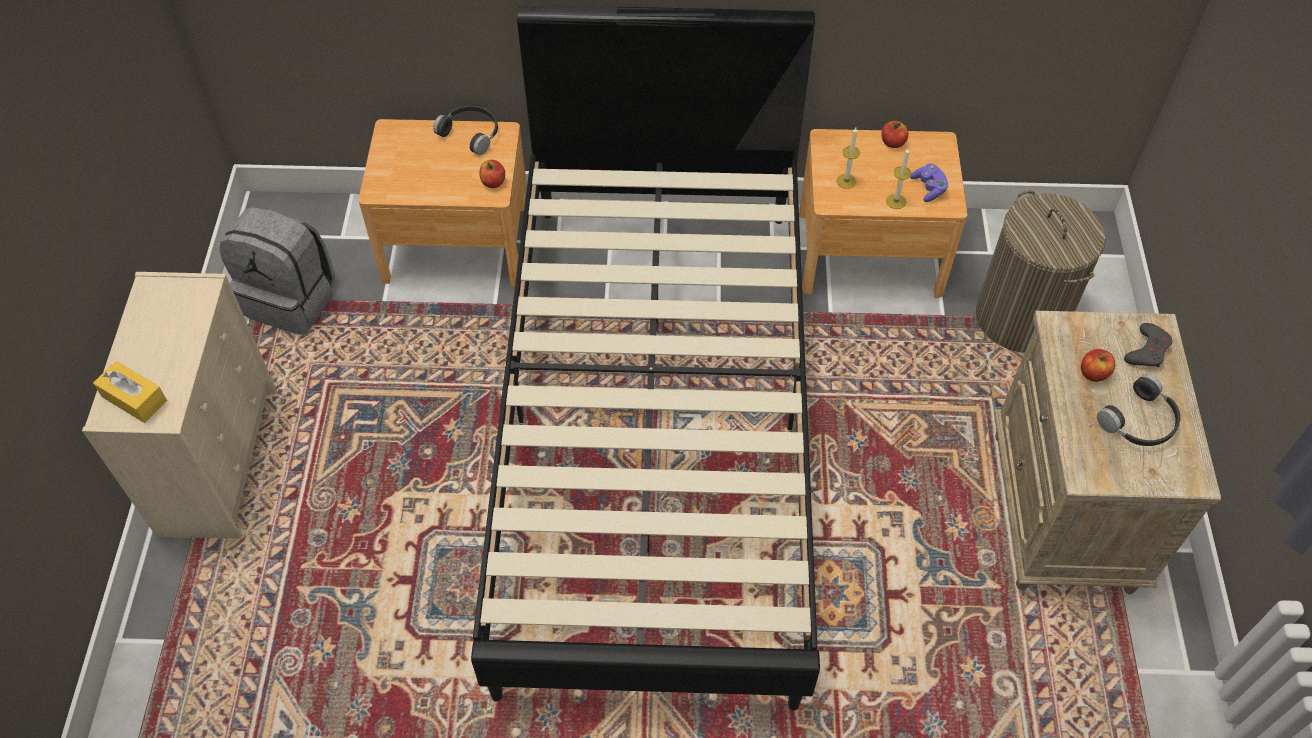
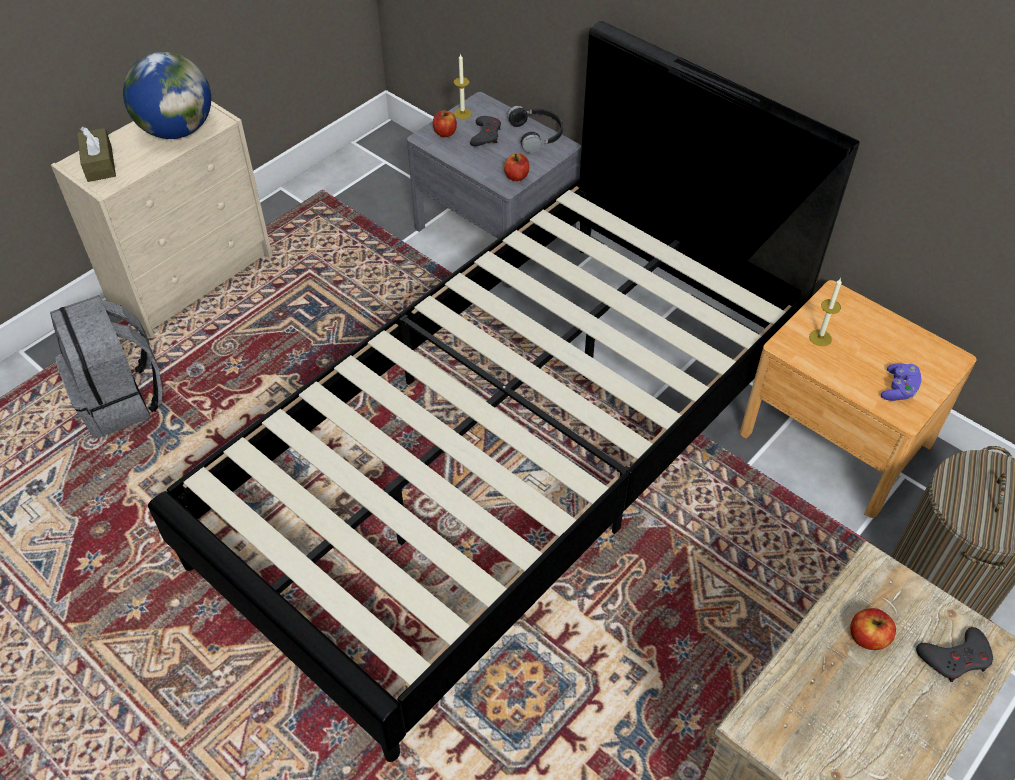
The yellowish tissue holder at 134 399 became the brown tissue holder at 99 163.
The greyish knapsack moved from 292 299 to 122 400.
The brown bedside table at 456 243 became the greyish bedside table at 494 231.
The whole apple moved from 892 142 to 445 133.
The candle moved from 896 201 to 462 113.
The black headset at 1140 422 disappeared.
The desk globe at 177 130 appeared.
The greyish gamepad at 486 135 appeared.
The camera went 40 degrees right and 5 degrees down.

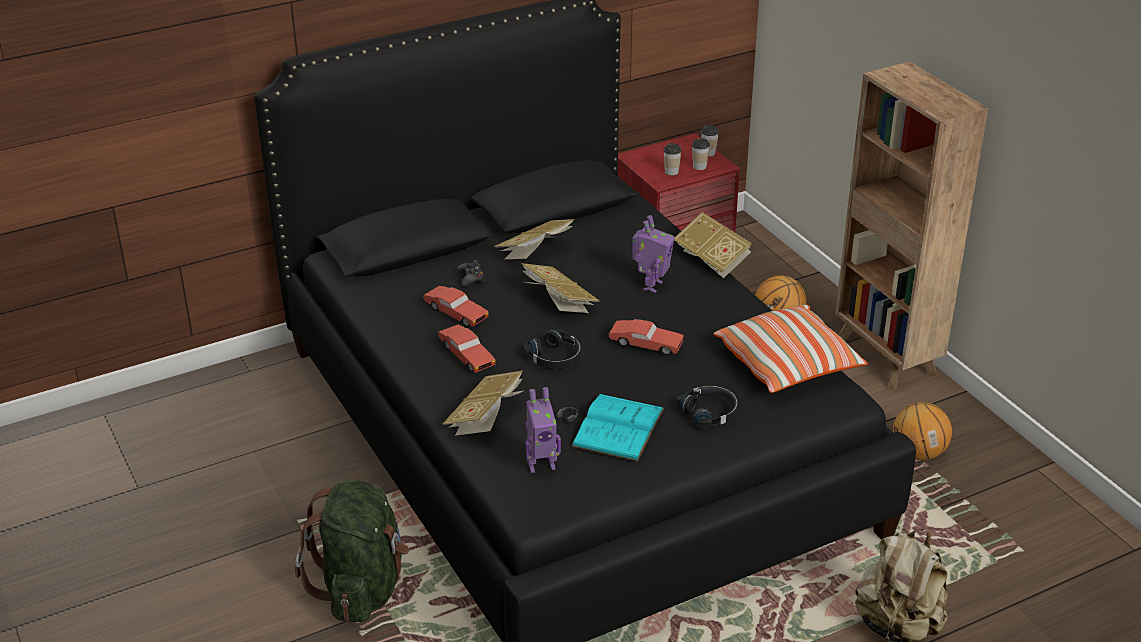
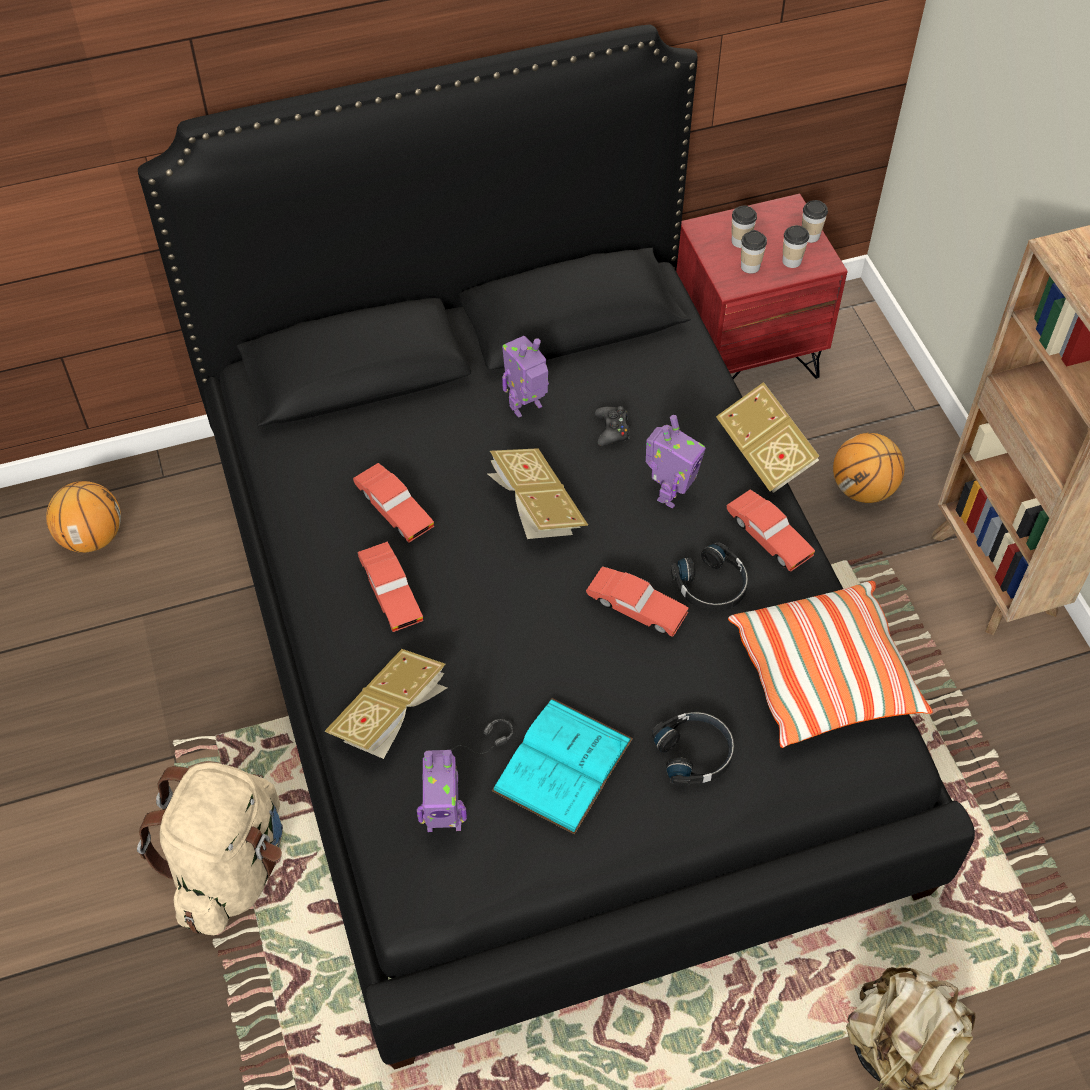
The green-coloured knapsack at 361 588 became the sand-coloured knapsack at 230 868.
The black gamepad moved from 471 278 to 612 430.
The volume at 536 253 was replaced by the toy robot at 527 408.
The black headset moved from 555 357 to 712 586.
The basketball moved from 918 453 to 92 537.
The red-coloured toy car at 768 537 appeared.
The drinking cup at 740 241 appeared.
The camera went 10 degrees right and 20 degrees up.

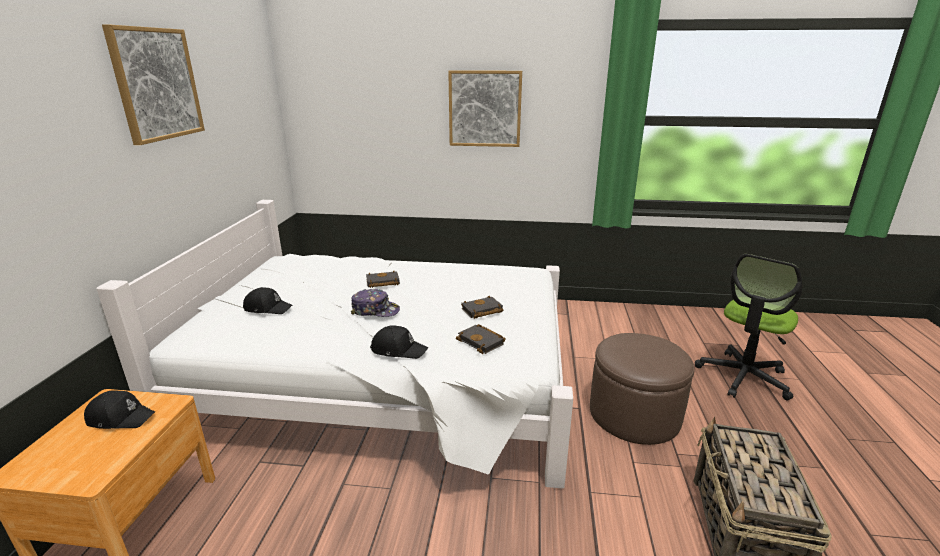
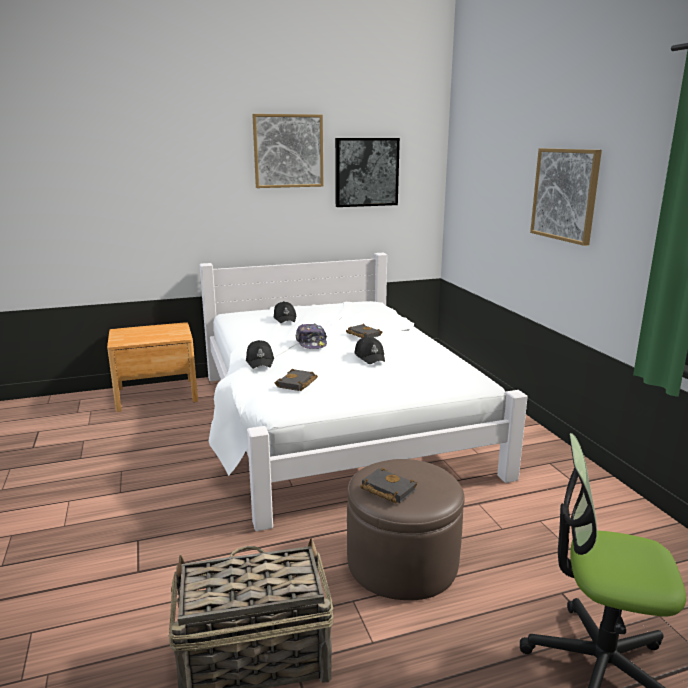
The black cap moved from 121 417 to 370 357.
The black volume moved from 481 311 to 386 490.
The wall picture at 366 172 appeared.
The camera went 65 degrees right and 5 degrees down.

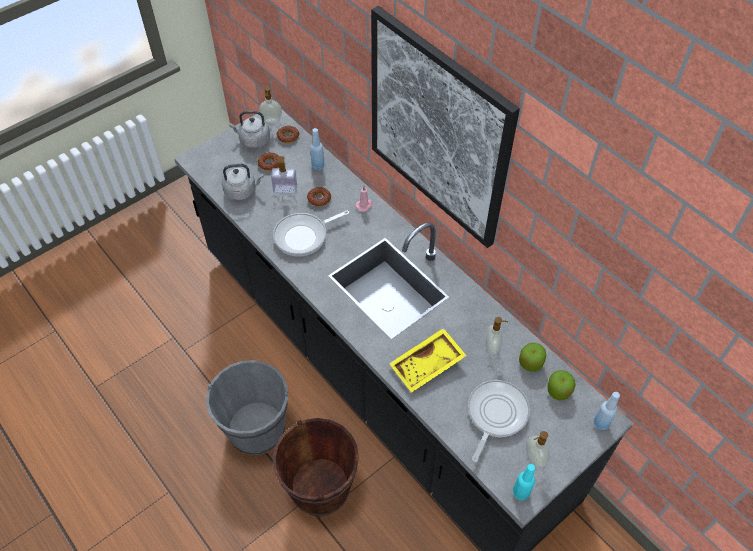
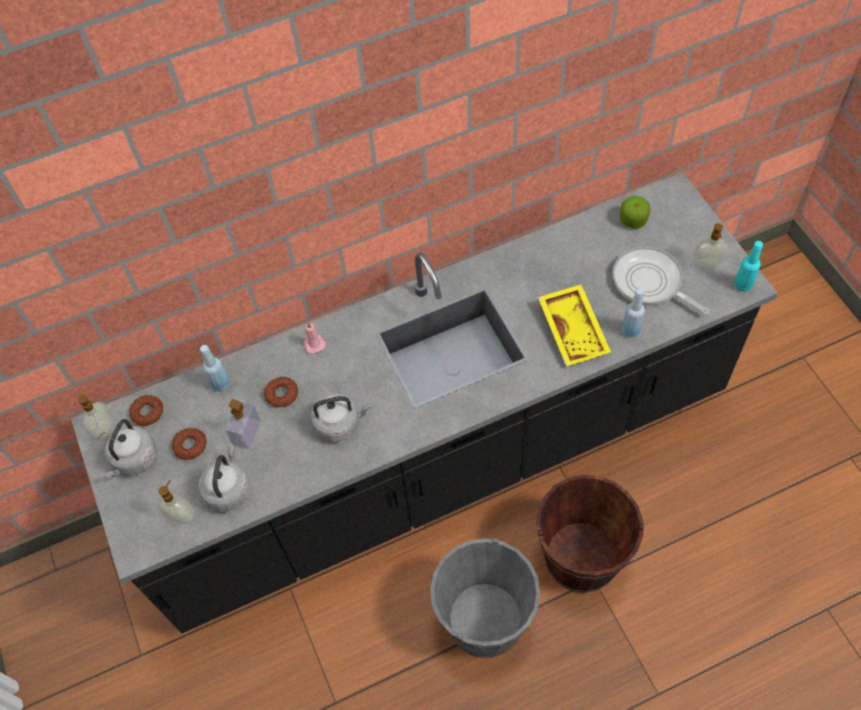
The pan at 304 236 was replaced by the greyish tea kettle at 340 424.
The wall picture at 438 129 disappeared.
The soap dispenser moved from 492 347 to 182 515.
The whole apple at 530 363 disappeared.
The blue-coloured bottle moved from 601 423 to 630 330.
The camera went 70 degrees left and 5 degrees up.

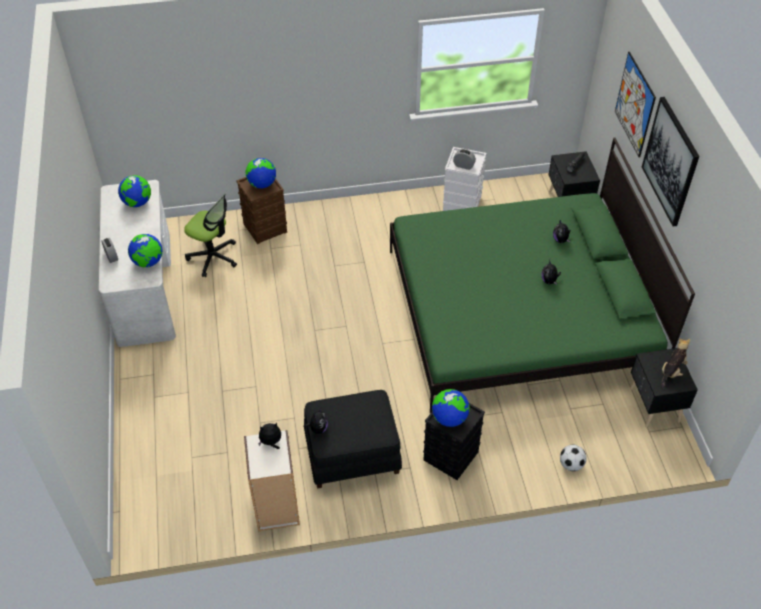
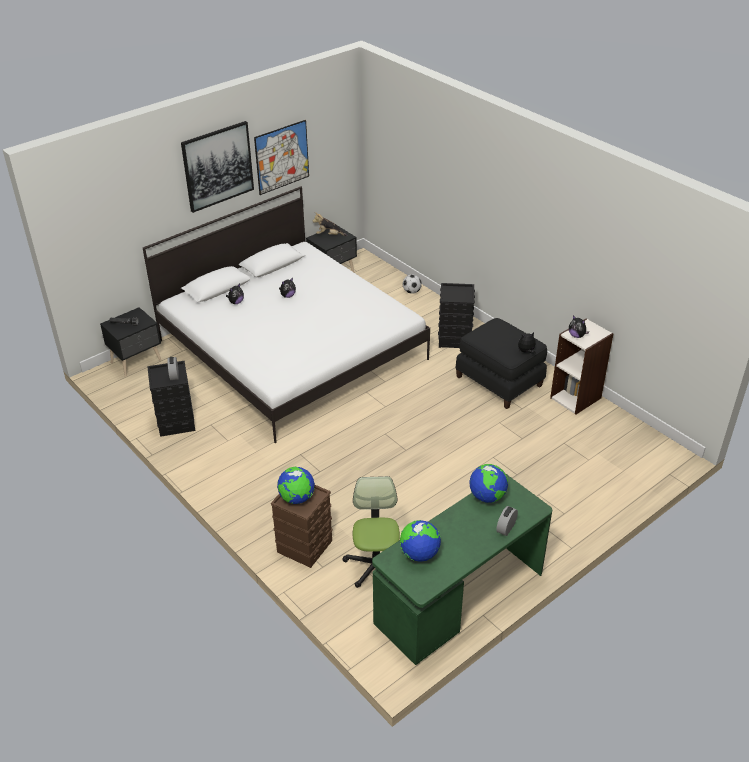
The whitish desk at 144 288 became the green-coloured desk at 460 597.
The green-coloured bedroom bed at 519 312 became the whitish bedroom bed at 292 349.
The desk globe at 449 418 disappeared.
The whitish storage container at 461 204 became the black storage container at 176 422.
The wall picture moved from 634 104 to 282 157.
The camera went 120 degrees left and 10 degrees down.

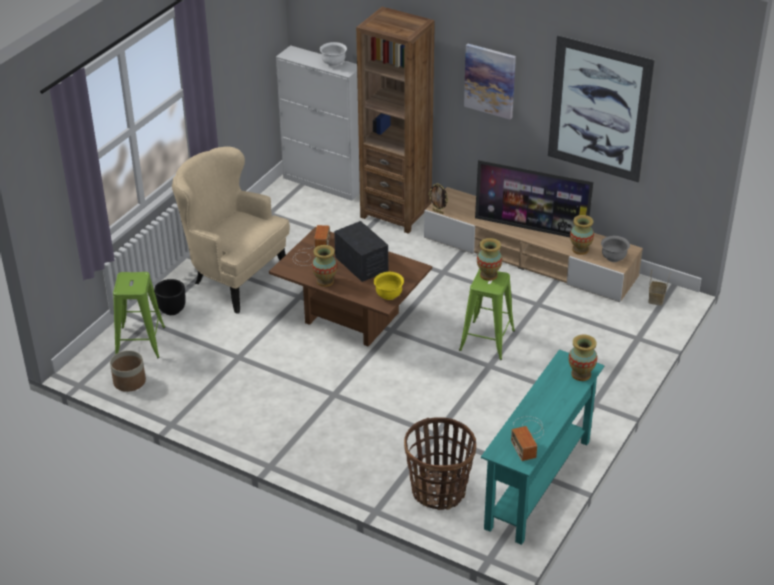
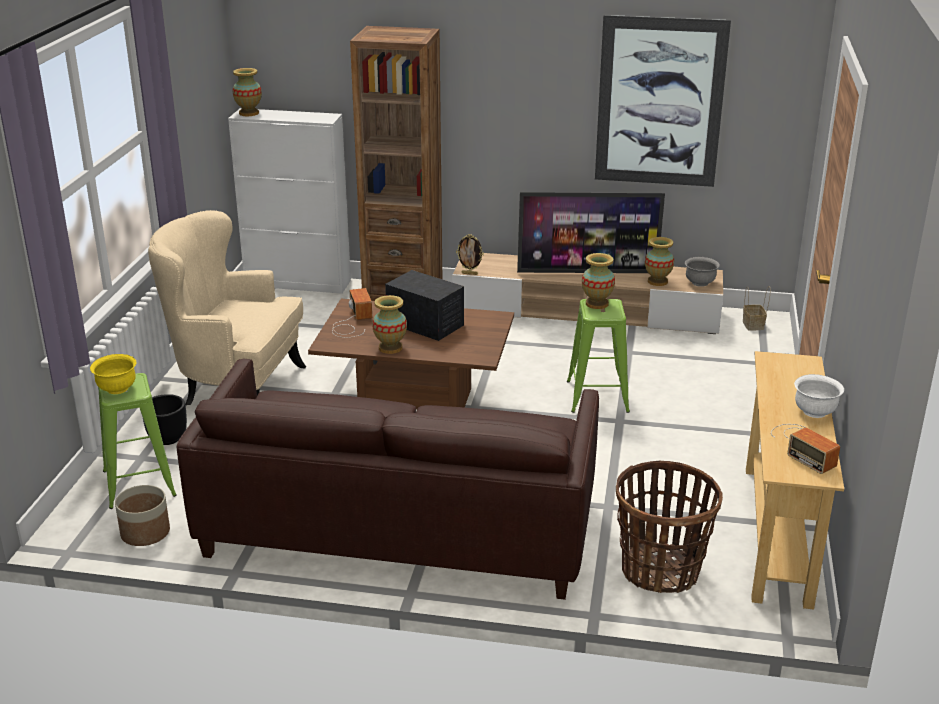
The whitish deep dish moved from 333 63 to 815 412.
The yellowish deep dish moved from 388 295 to 117 389.
The wall picture at 490 80 disappeared.
The turquoise-coloured hall table at 539 484 became the sand-coloured hall table at 778 533.
The flower vase moved from 581 374 to 249 113.
The brown sofa at 398 526 appeared.
The camera went 20 degrees left and 10 degrees down.

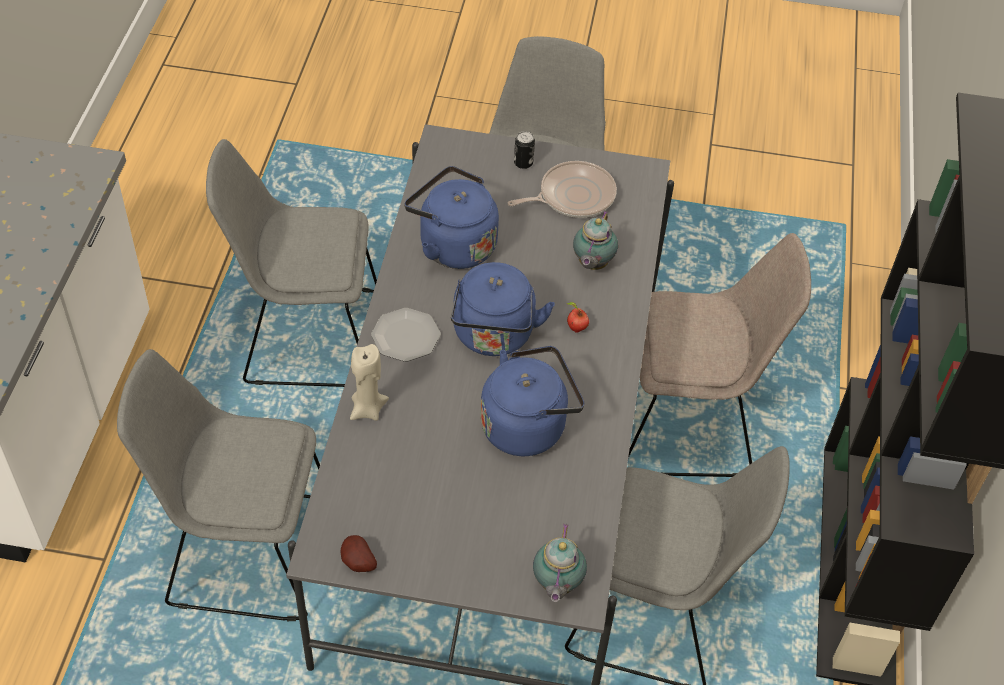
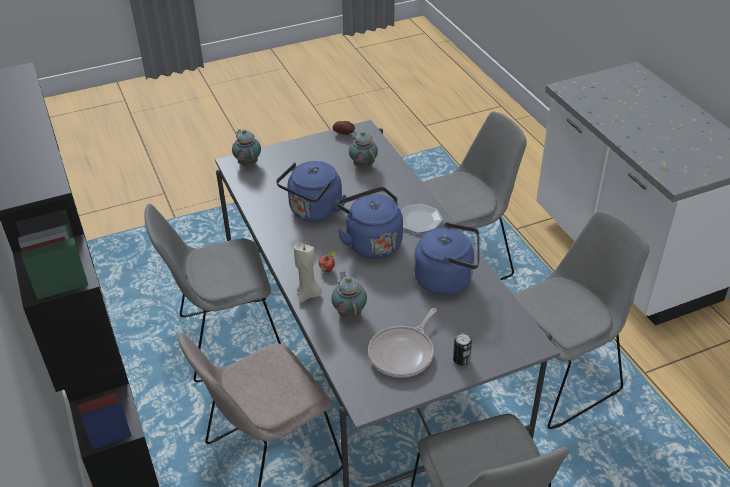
The sand-coloured candle moved from 367 409 to 308 294.
The pot for tea at 363 164 appeared.
The camera went 150 degrees right and 10 degrees down.

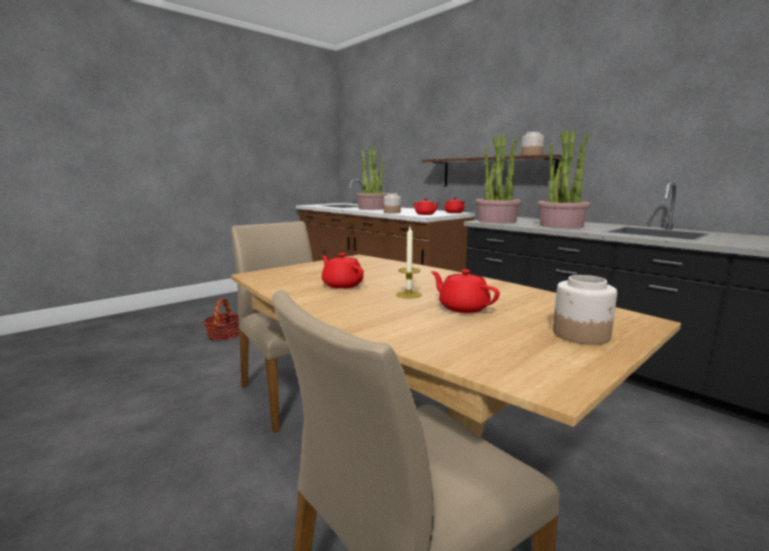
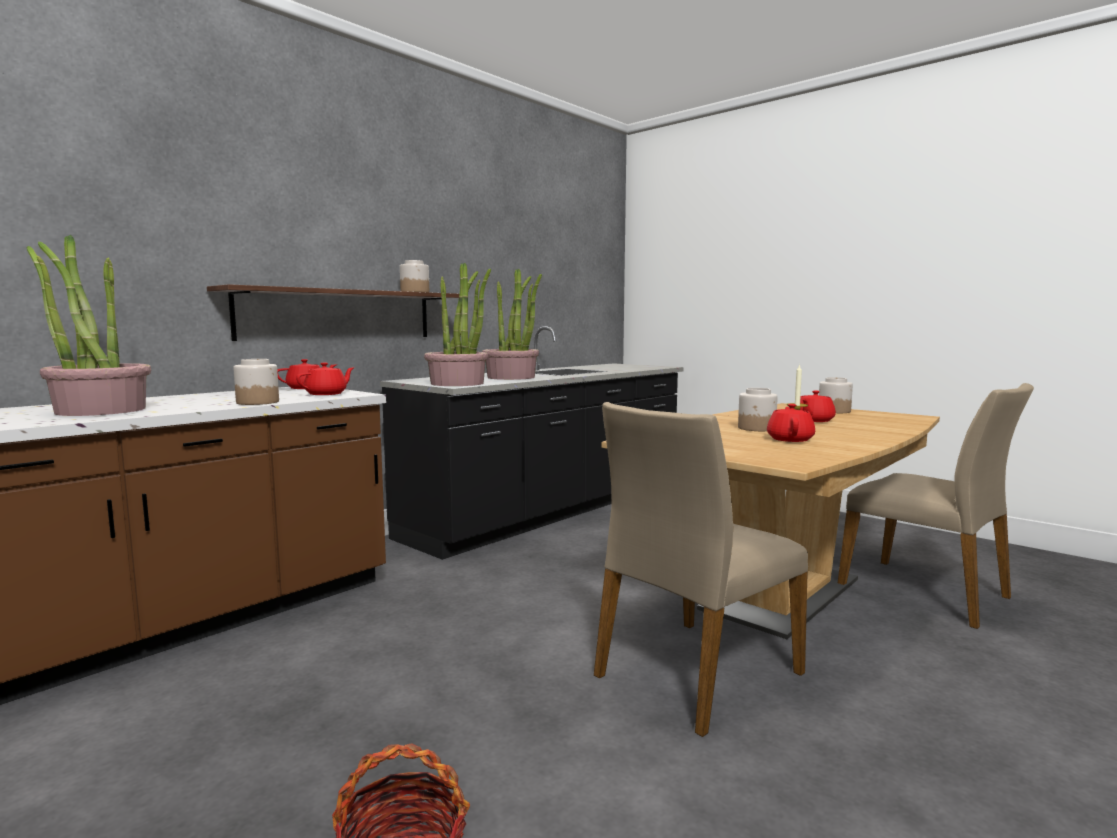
The red-coloured pot for tea at 342 285 turned 150 degrees clockwise.
The preserve jar at 757 428 appeared.
The camera went 95 degrees left and 5 degrees down.

